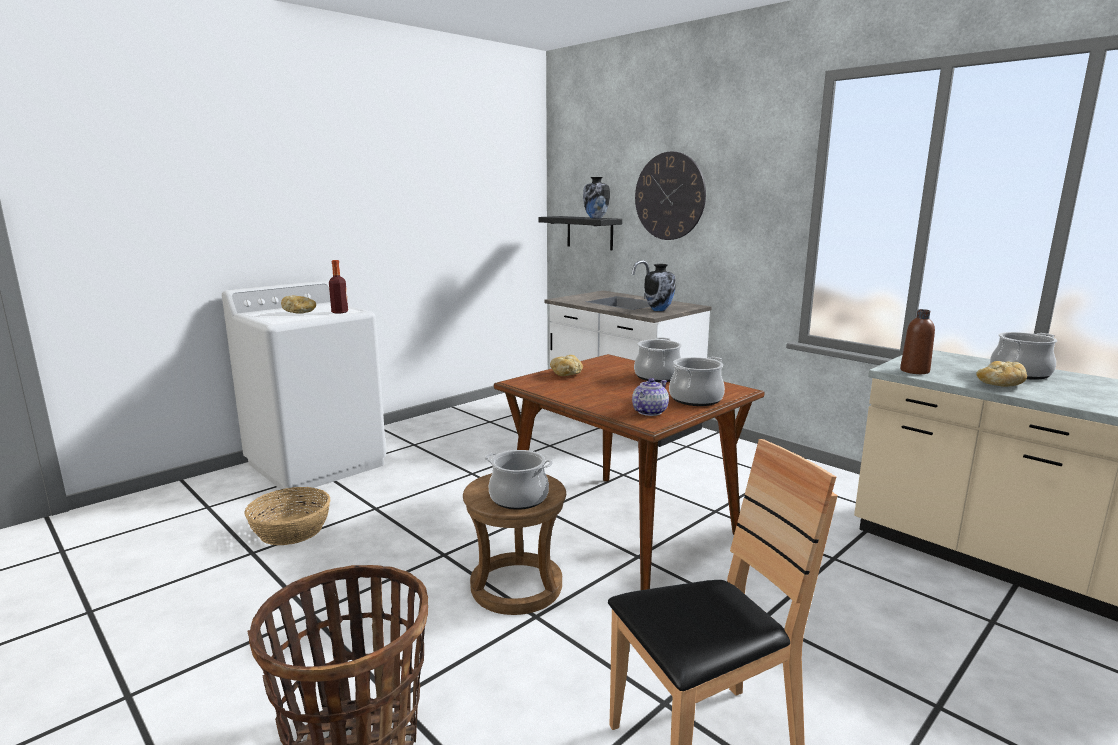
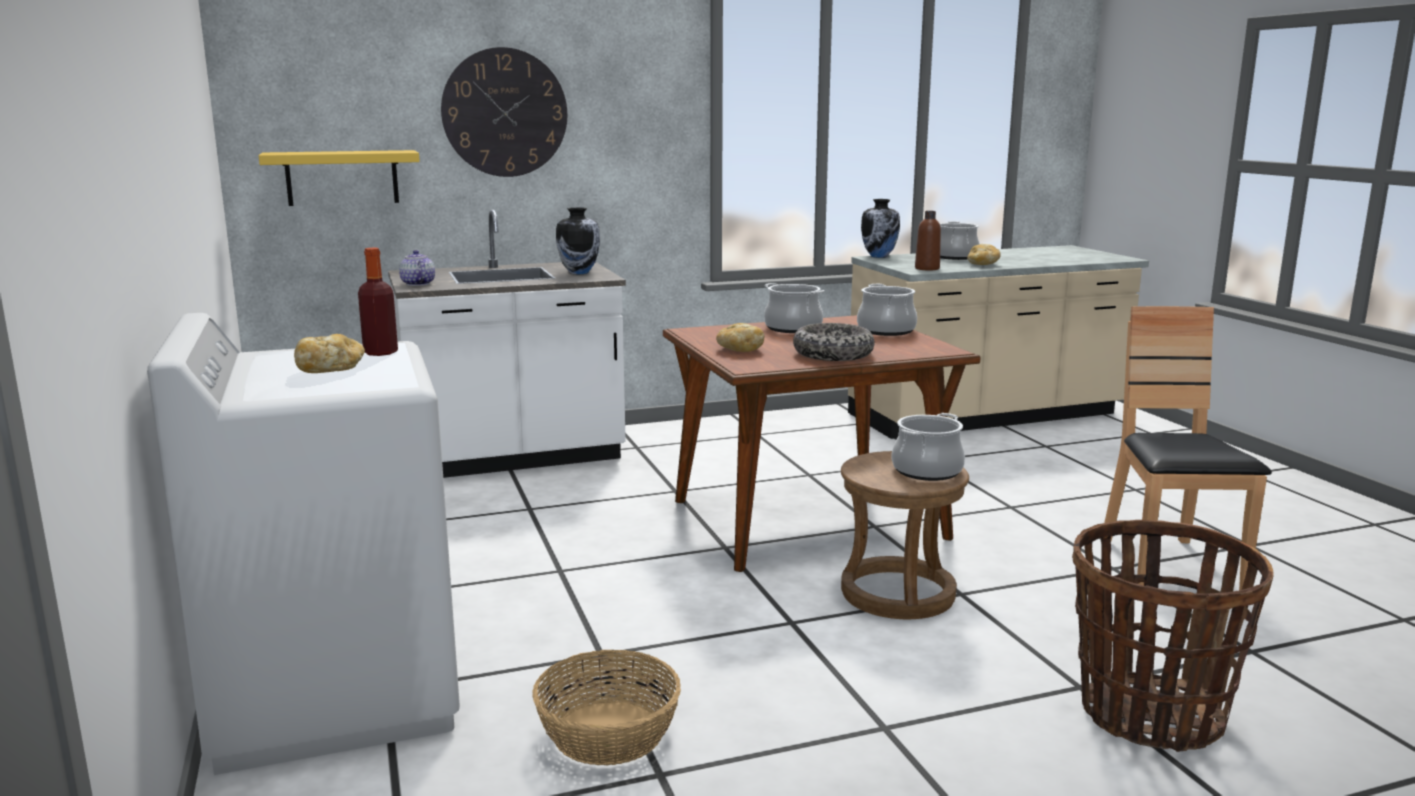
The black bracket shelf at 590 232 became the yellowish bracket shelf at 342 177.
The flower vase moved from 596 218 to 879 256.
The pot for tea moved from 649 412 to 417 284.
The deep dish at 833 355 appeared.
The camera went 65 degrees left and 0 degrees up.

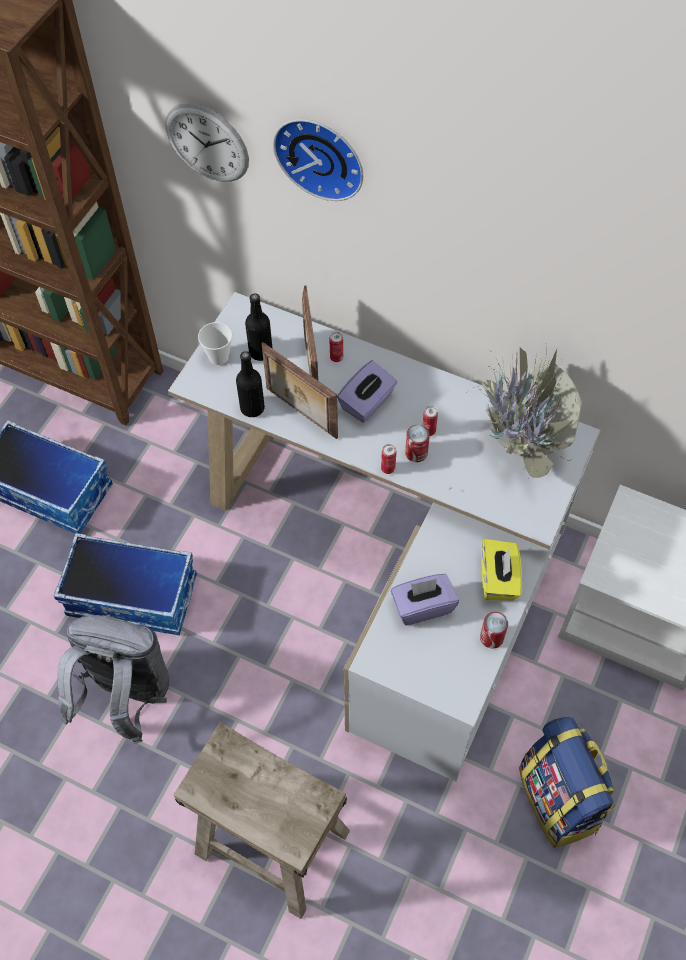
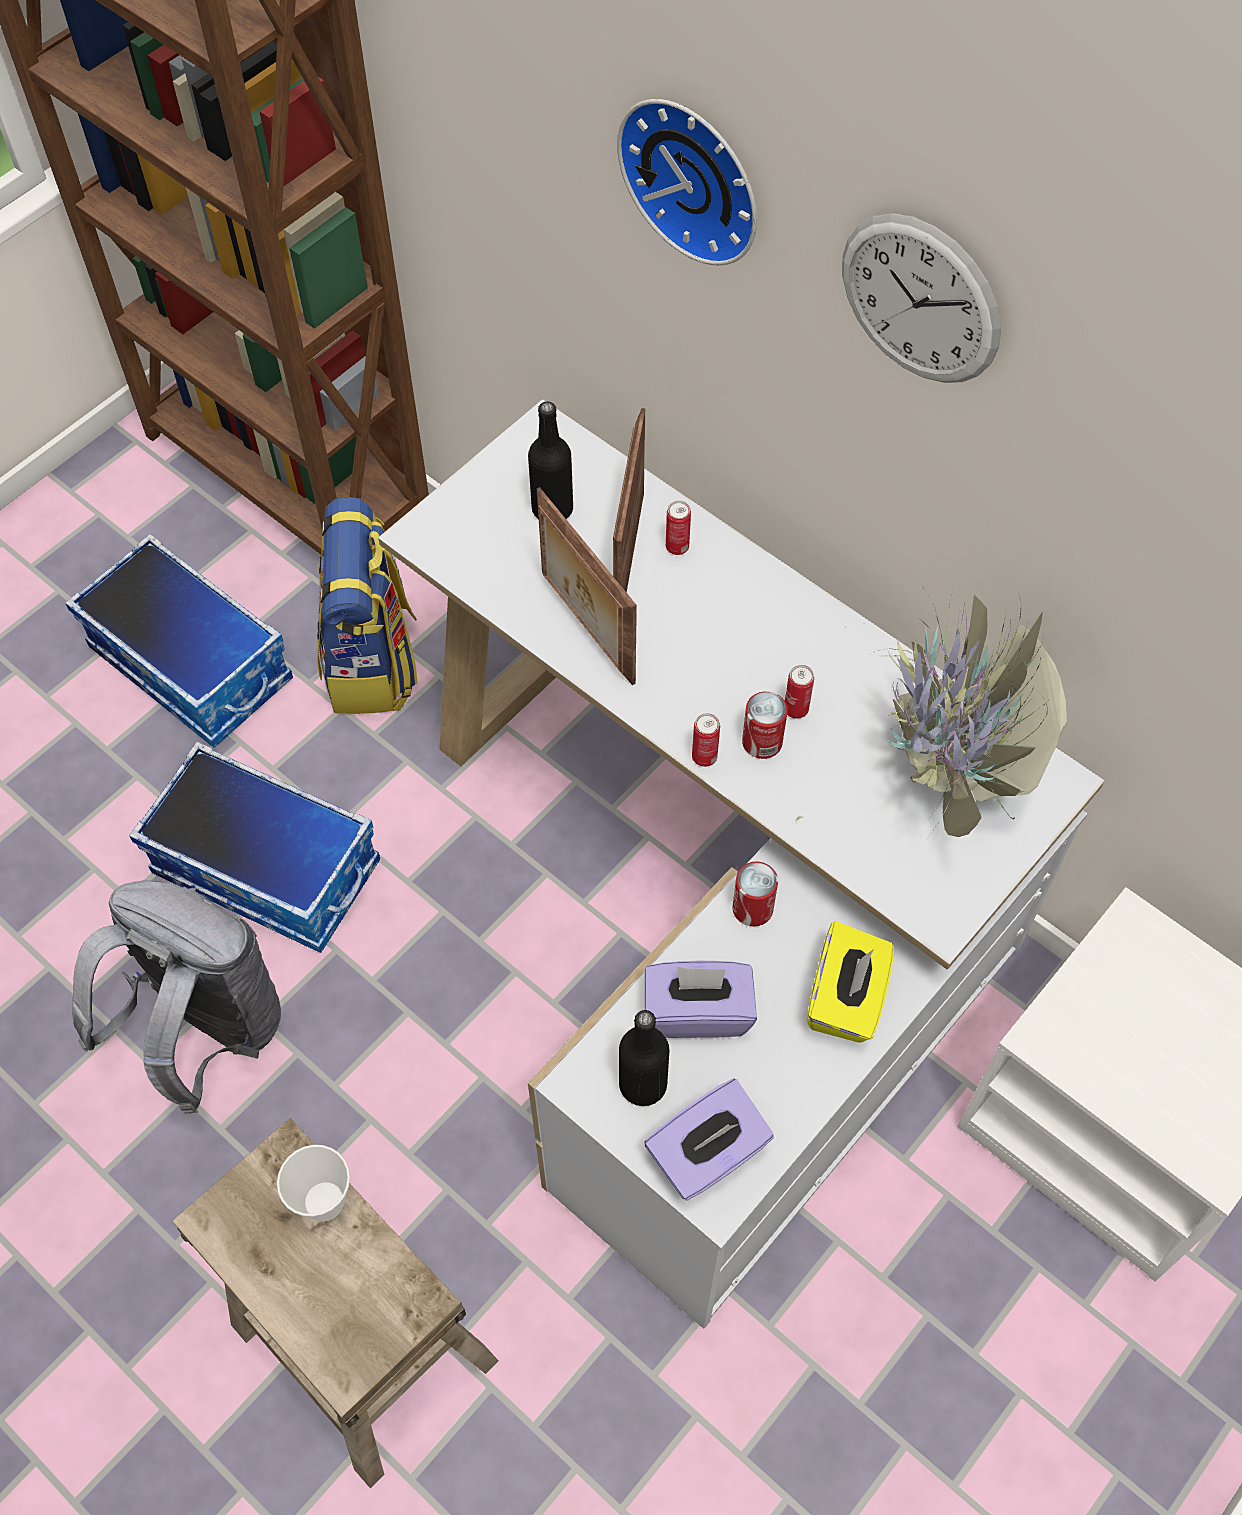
The wall clock moved from 207 143 to 920 300.
The drinking cup moved from 218 357 to 324 1201.
The black bottle moved from 252 408 to 643 1084.
The purple-coloured tissue holder moved from 367 403 to 708 1154.
The metal can moved from 491 637 to 752 908.
The knapsack moved from 560 799 to 372 662.
The camera went 15 degrees right and 0 degrees up.

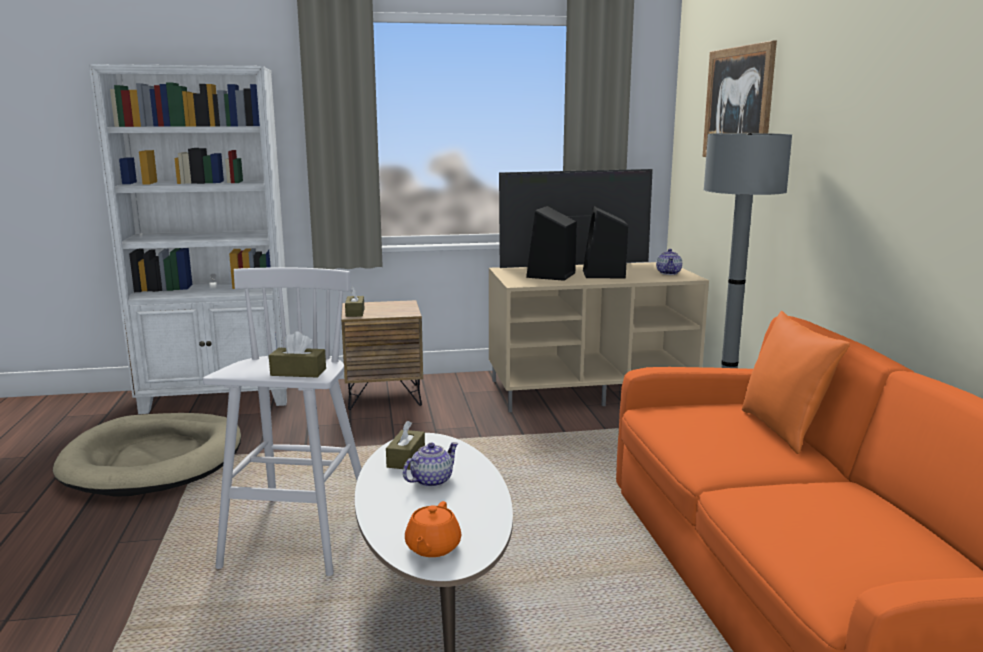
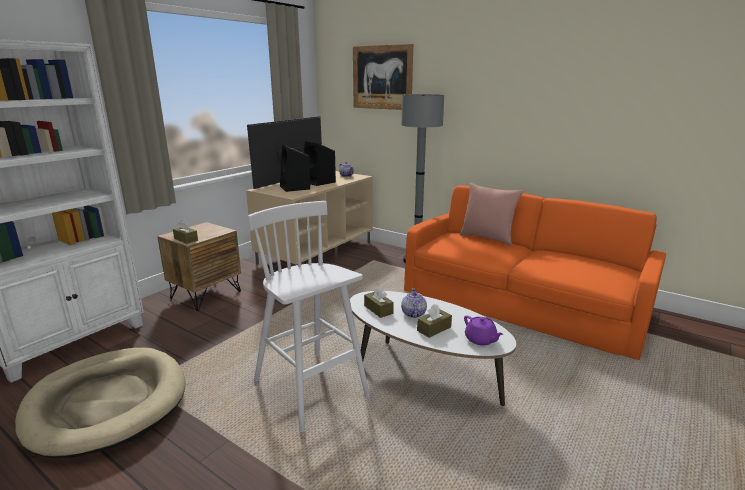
The brown tissue holder moved from 298 372 to 434 329.
The orangey pot for tea at 432 548 became the purple-coloured pot for tea at 481 340.
The orangey pillow at 783 430 became the pink pillow at 487 238.
The camera went 45 degrees left and 5 degrees up.

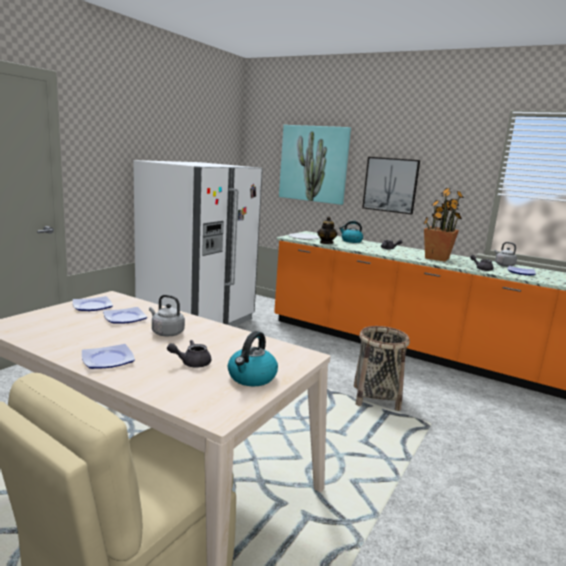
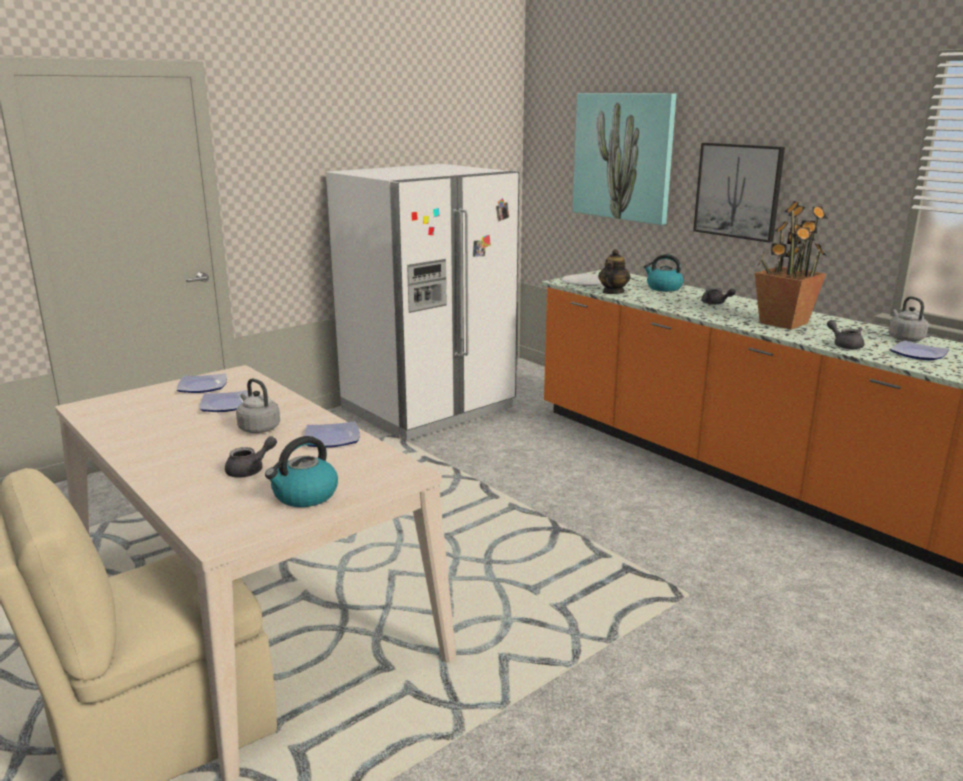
The flat dish moved from 107 360 to 331 438.
The greyish pot for tea at 191 363 turned 135 degrees clockwise.
The storage basket at 376 398 disappeared.
The camera went 20 degrees right and 5 degrees up.

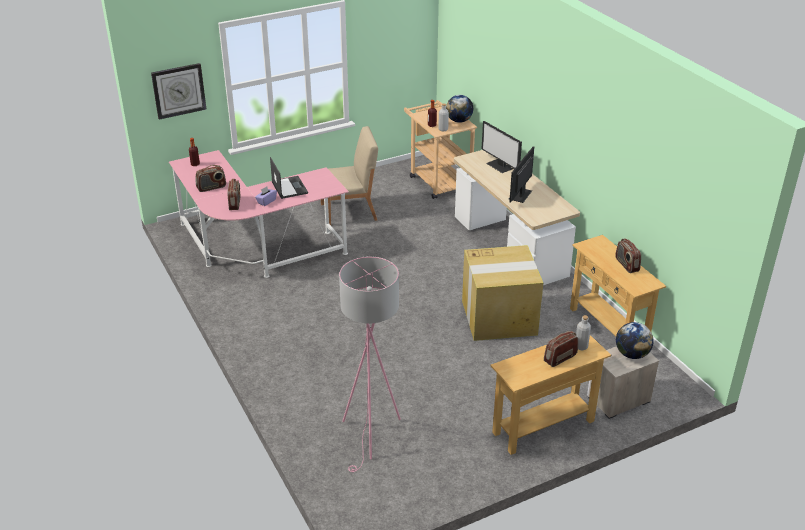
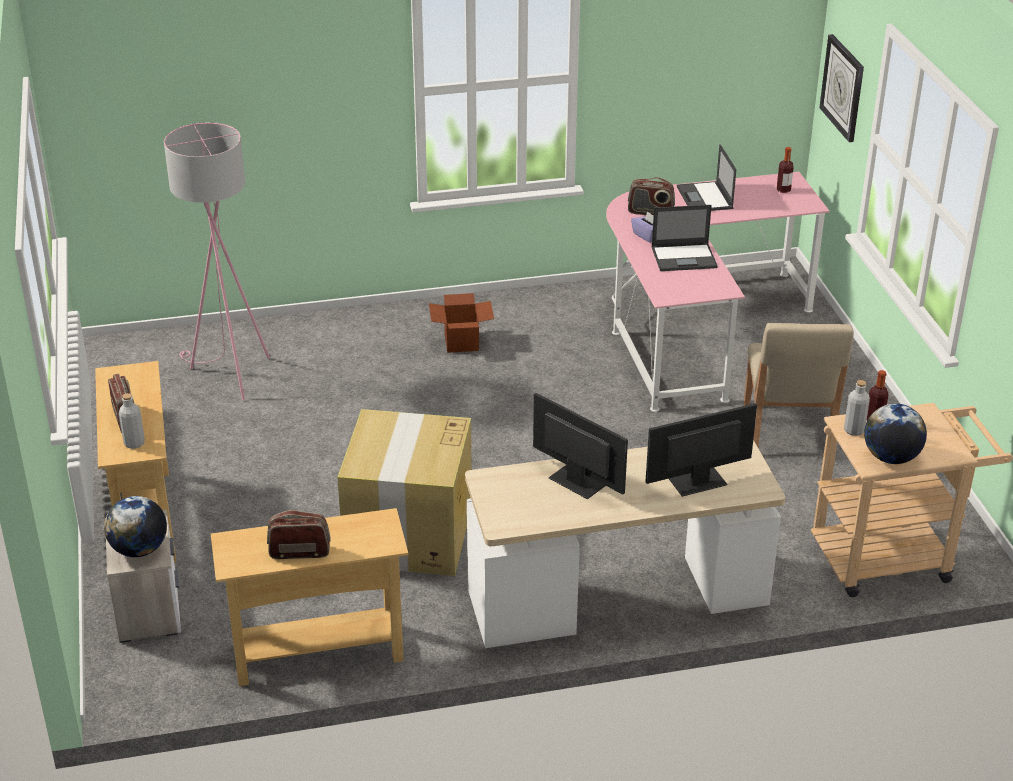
The radio receiver at 211 187 was replaced by the portable computer at 705 198.
The packing box at 461 342 appeared.
The camera went 105 degrees right and 0 degrees up.

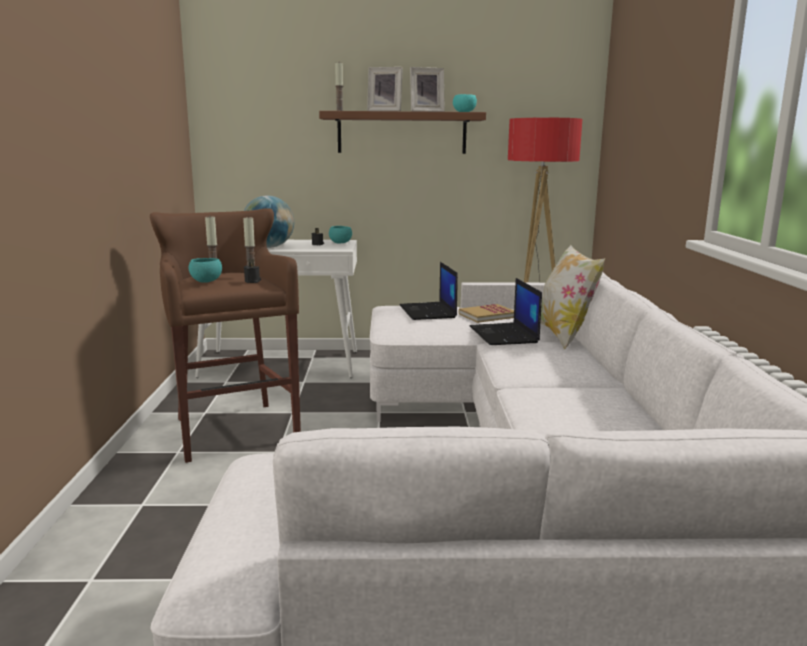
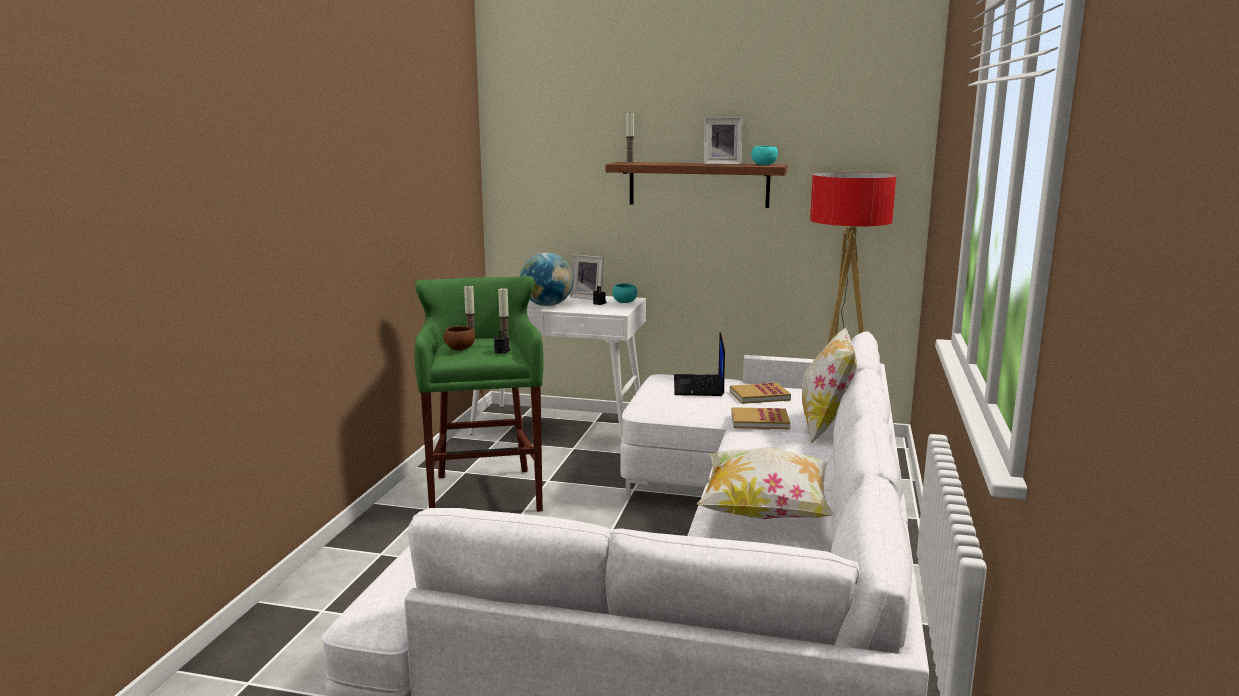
The brown sitting stool at 233 429 became the green-coloured sitting stool at 485 491.
The turquoise-coloured deep dish at 206 281 became the brown deep dish at 460 349.
The picture frame moved from 385 111 to 588 297.
The portable computer at 504 335 was replaced by the volume at 759 421.
The pillow at 765 512 appeared.
The camera went 15 degrees right and 0 degrees up.

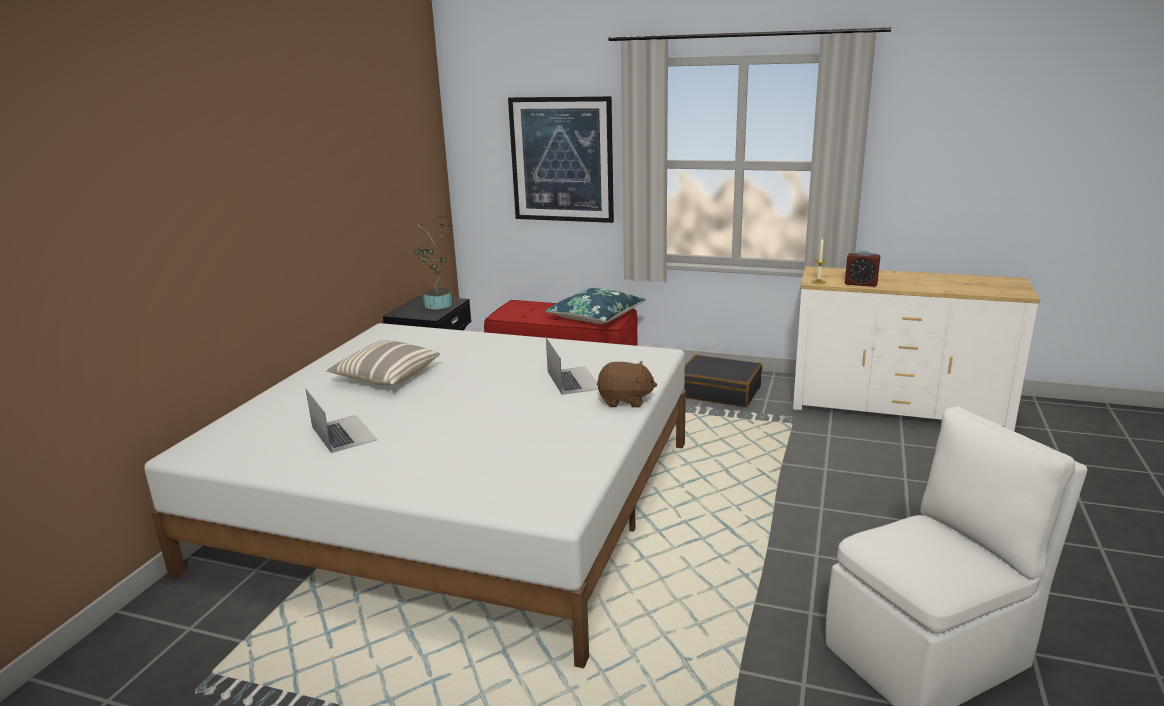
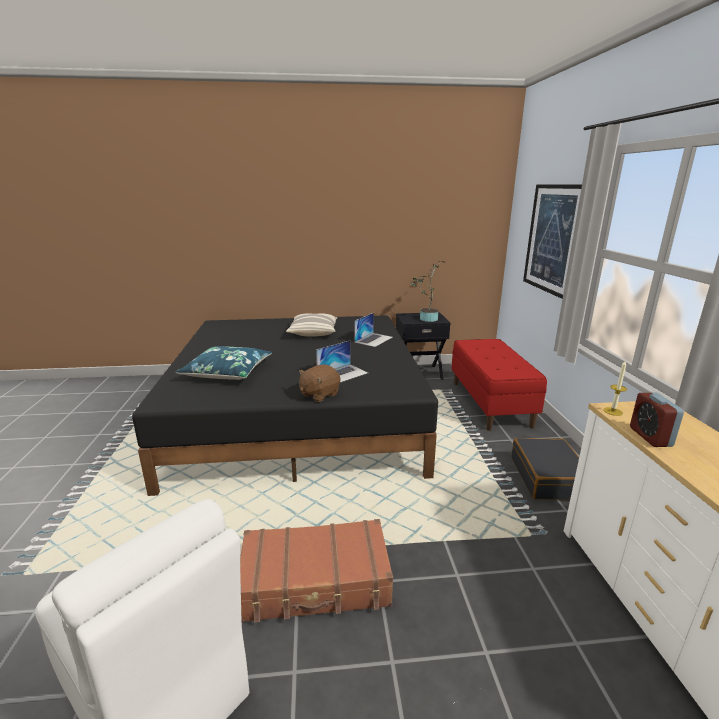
The whitish bedroom bed at 459 502 became the black bedroom bed at 299 415.
The portable computer moved from 343 433 to 373 339.
The blue-coloured pillow moved from 596 316 to 227 372.
The brown soft toy at 625 400 turned 60 degrees clockwise.
The brown travel case at 315 582 appeared.
The camera went 65 degrees right and 0 degrees up.

